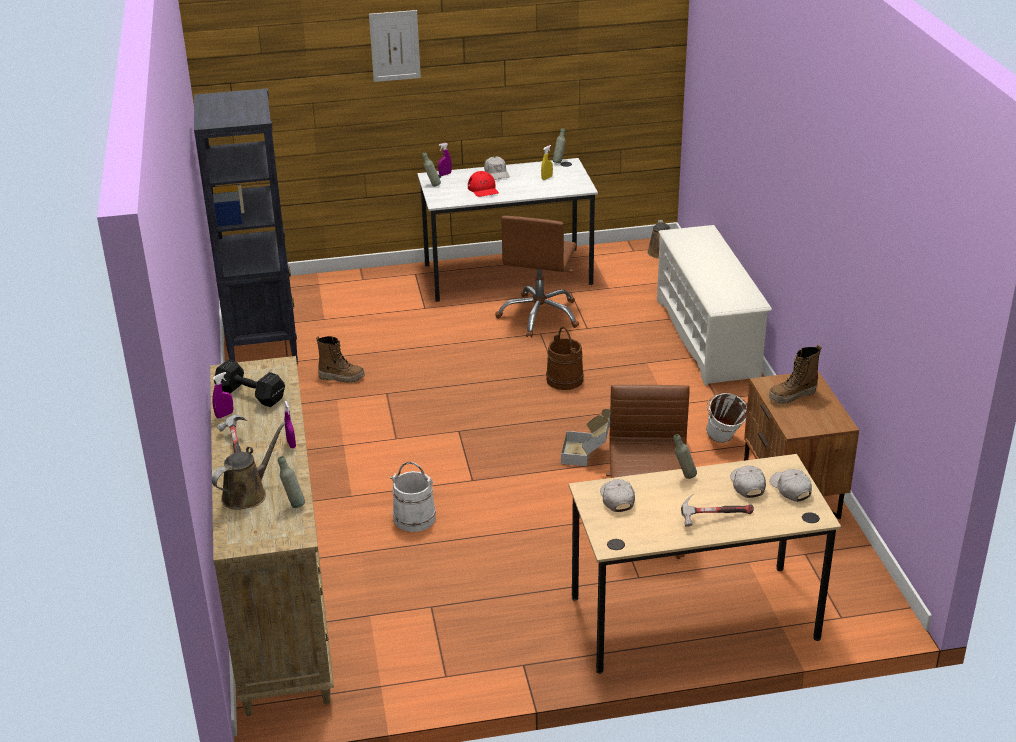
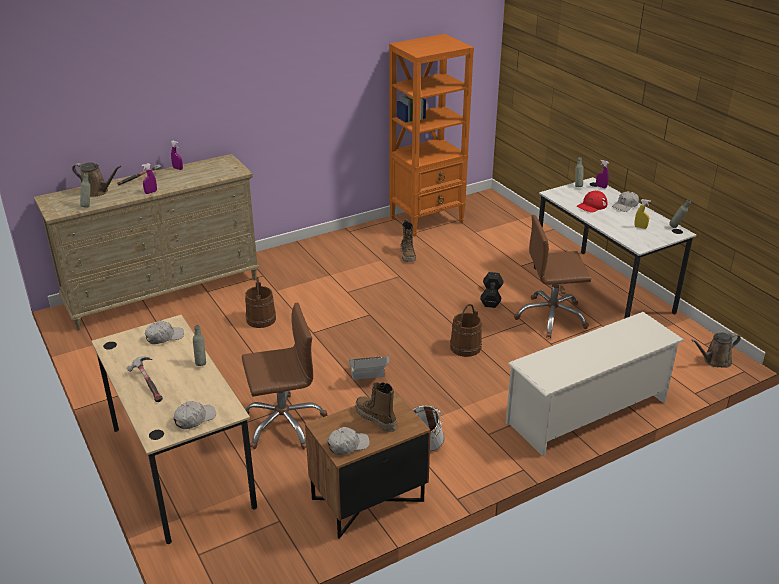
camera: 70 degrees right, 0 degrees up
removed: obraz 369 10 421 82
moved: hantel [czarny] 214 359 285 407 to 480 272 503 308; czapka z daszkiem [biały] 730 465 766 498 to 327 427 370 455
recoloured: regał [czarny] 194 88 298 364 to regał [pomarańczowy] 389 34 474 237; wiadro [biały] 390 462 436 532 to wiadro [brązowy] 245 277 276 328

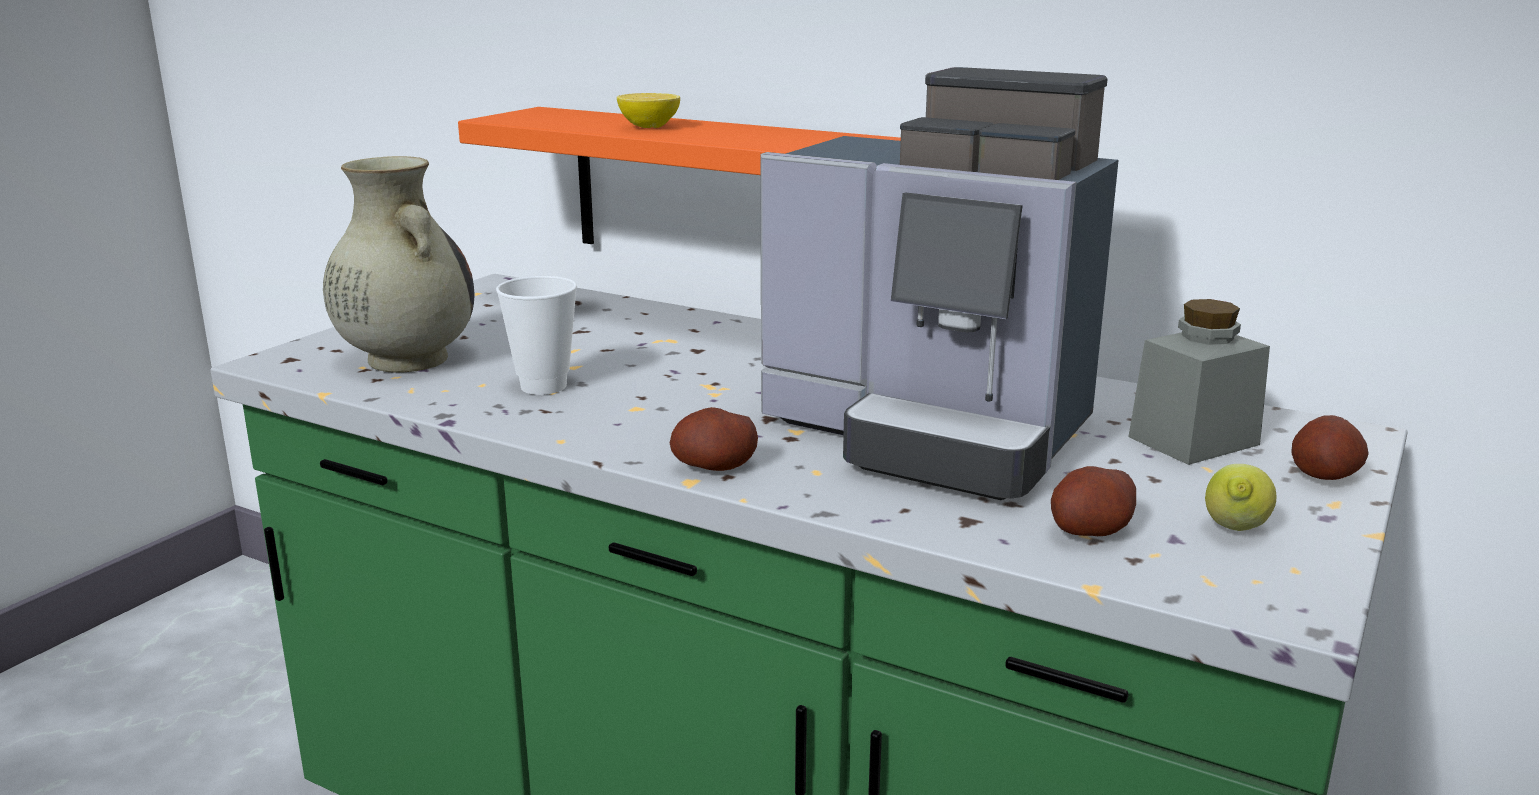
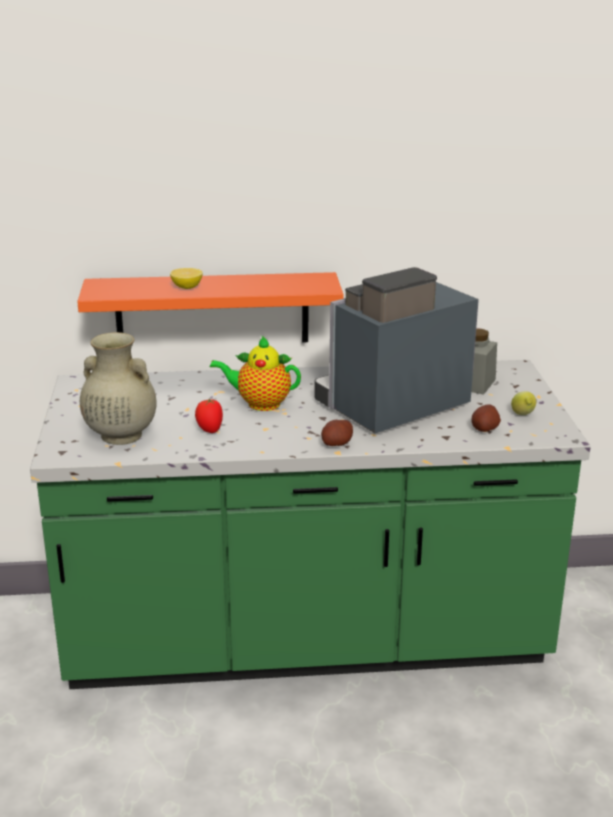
camera: 35 degrees left, 5 degrees up
removed: ziemniak 1291 415 1369 480
added: imbryk 210 335 301 411
replaced: filiżanka 496 276 577 395 to pomidor 195 399 223 433
turned: ekspres do kawy 760 67 1118 500 = 314 267 479 433 150 degrees clockwise

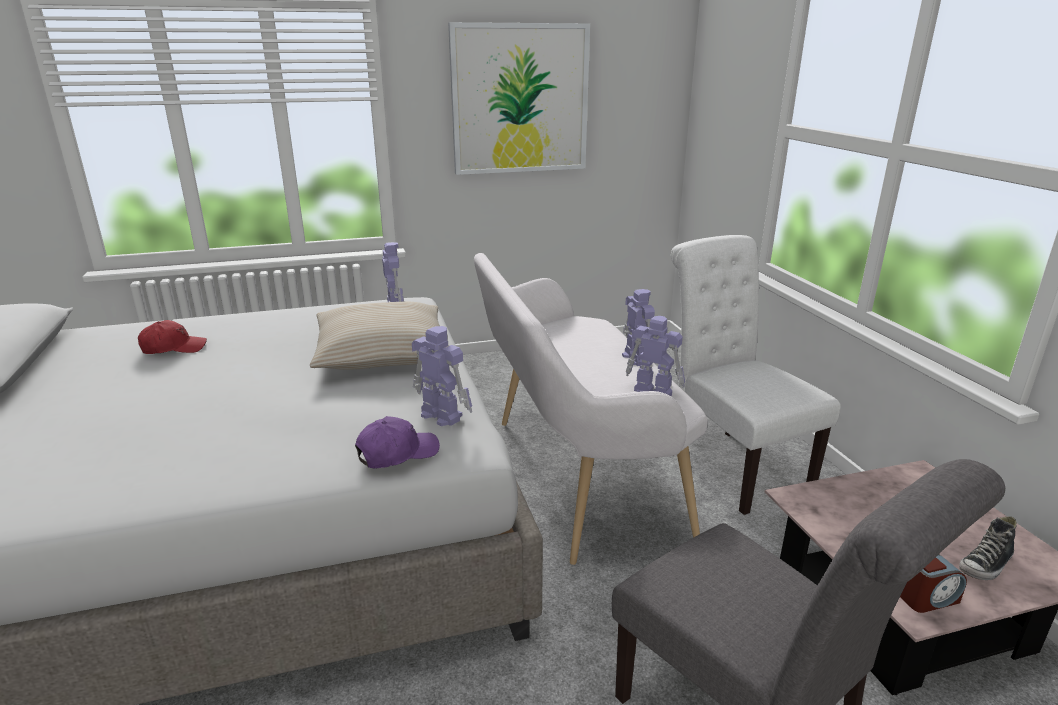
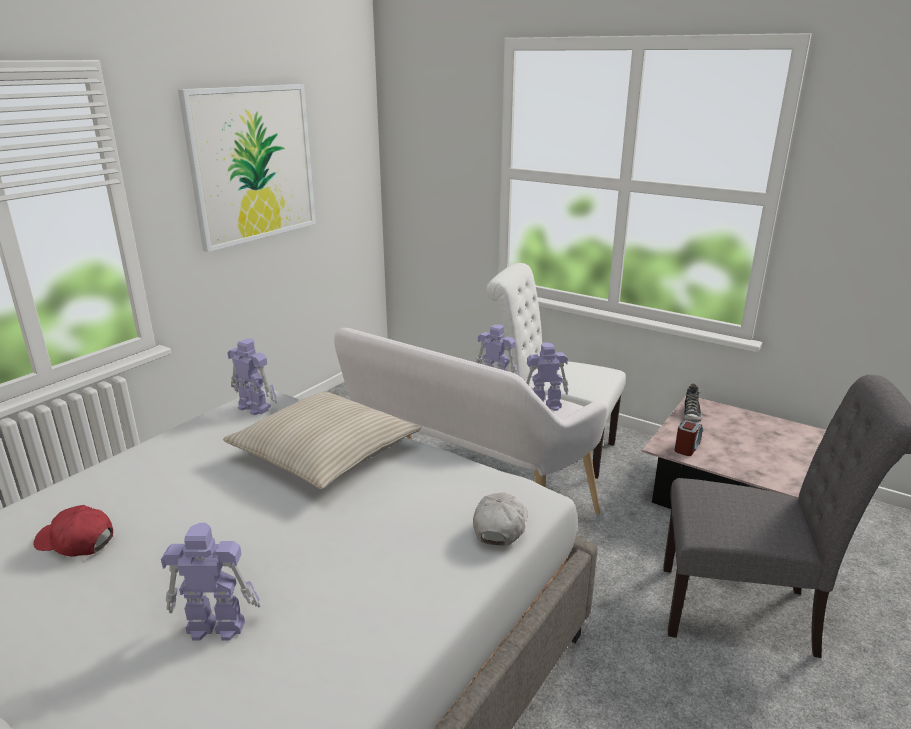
camera: 40 degrees left, 0 degrees up
moved: robot zabawkowy 412 326 472 426 to 161 523 261 640; budzik 900 554 967 613 to 675 420 703 456; but 959 516 1017 580 to 683 383 702 422
recoloured: czapka z daszkiem [fioletowy] 355 416 440 469 to czapka z daszkiem [biały] 473 493 528 545
turned: czapka z daszkiem [czerwony] 138 320 207 354 = 33 505 113 557 105 degrees counterclockwise

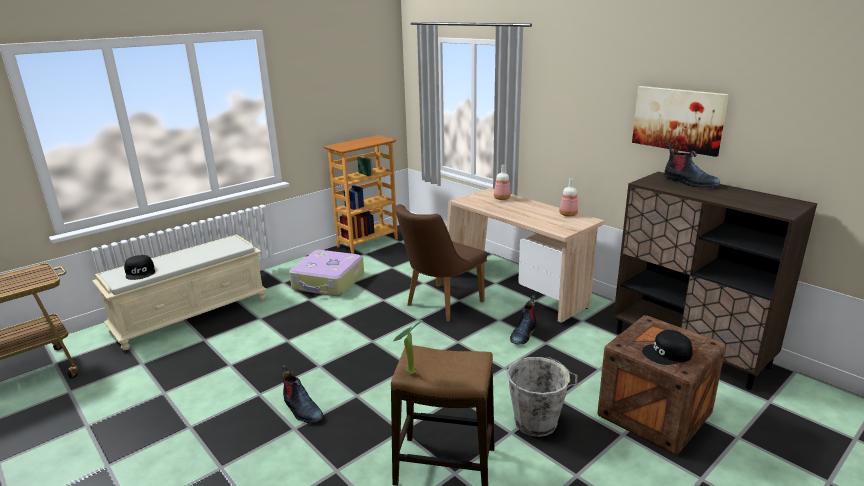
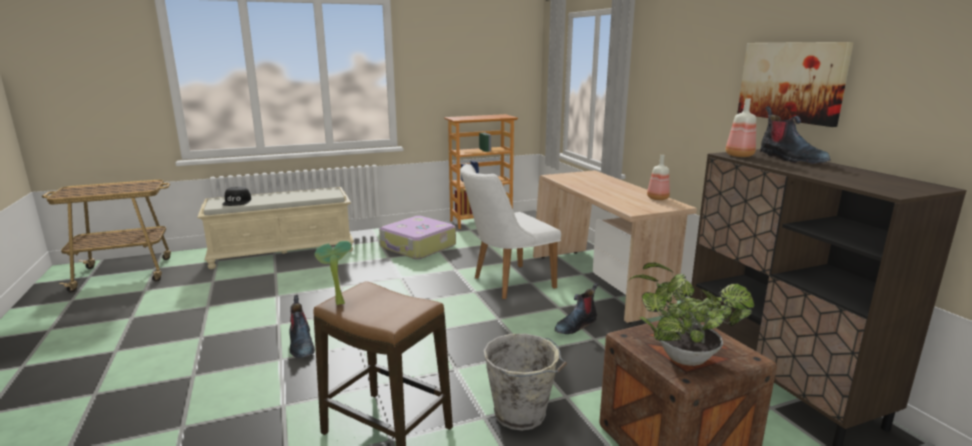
camera: 20 degrees right, 5 degrees down
moved: butelka 494 165 511 200 to 726 98 756 157
replaced: czapka z daszkiem [czarny] 642 330 693 365 to roślina doniczkowa 629 263 755 366
recoloured: krzesło [brązowy] 395 204 487 322 to krzesło [biały] 461 164 561 299

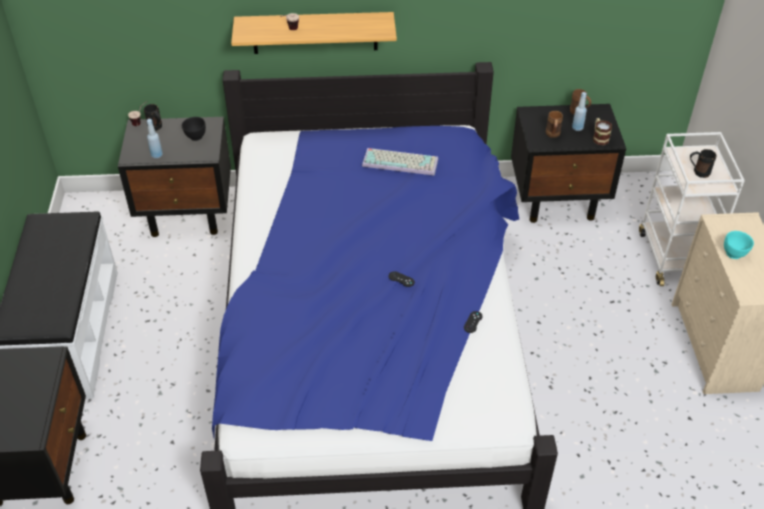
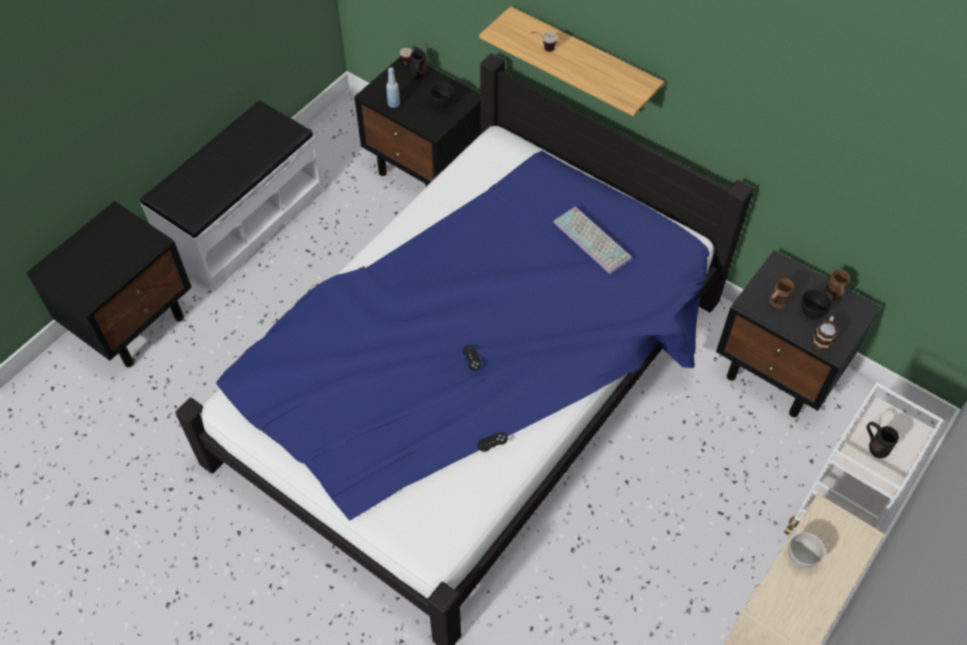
camera: 40 degrees right, 10 degrees up
replaced: butelka [niebieski] 572 92 587 131 to miska [czarny] 801 289 832 319
recoloured: miska [turkusowy] 724 231 754 259 to miska [biały] 788 532 825 568

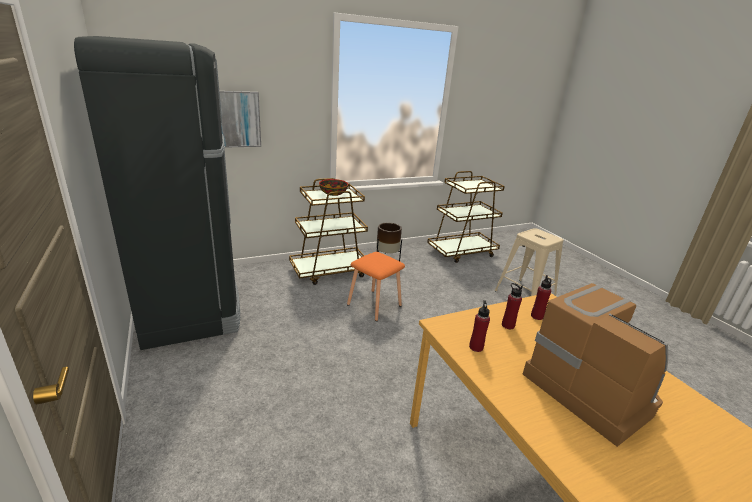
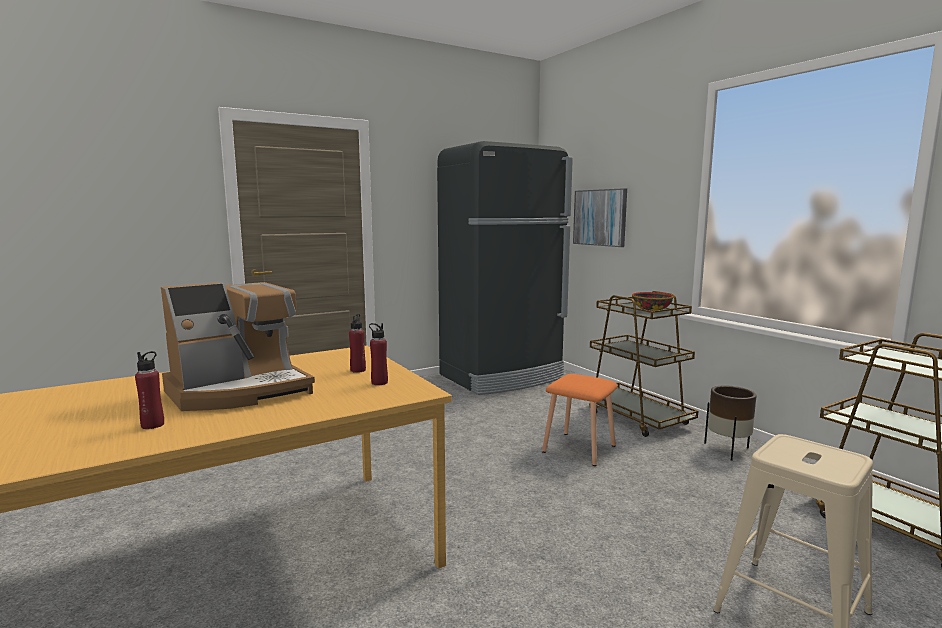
camera: 85 degrees right, 15 degrees down
moved: butelka [czerwony] 469 300 490 352 to 135 351 164 429

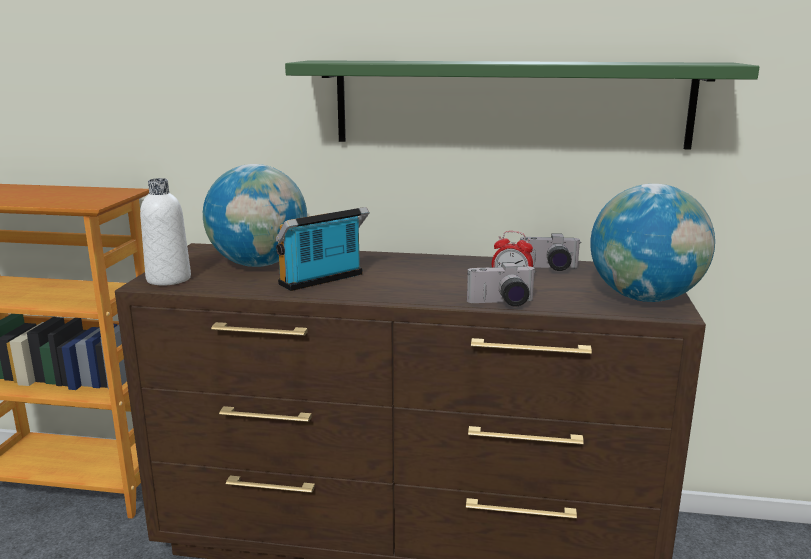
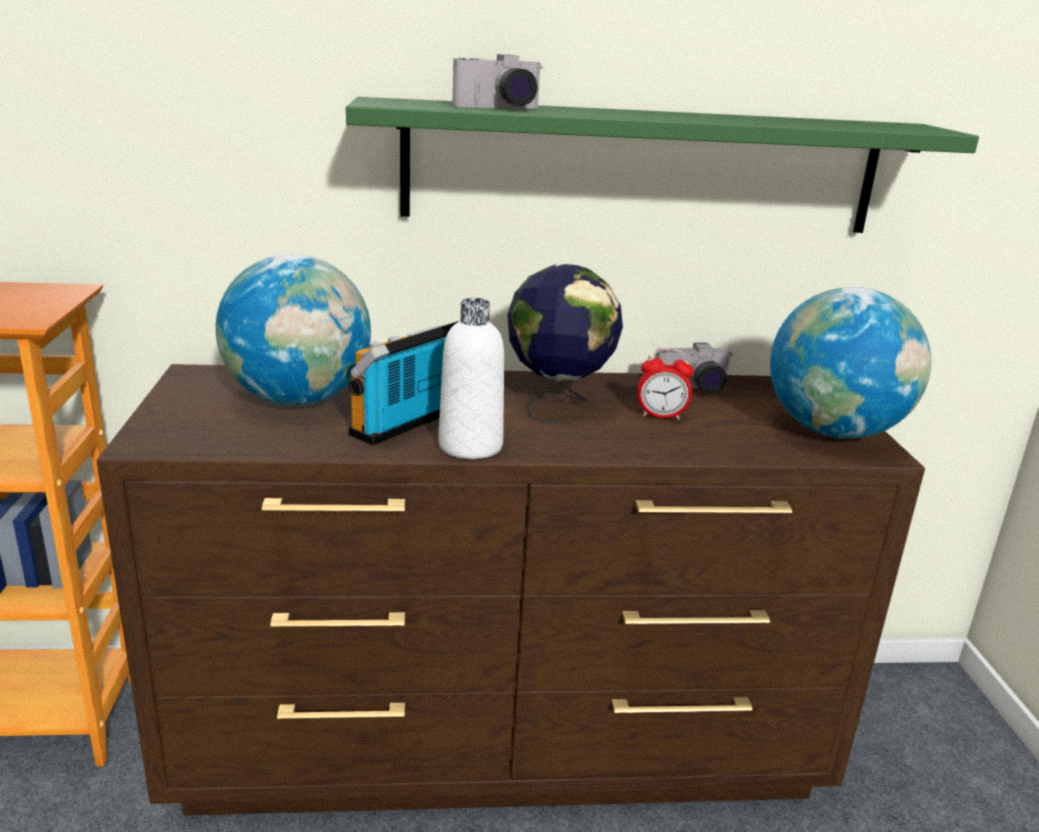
camera: 15 degrees left, 5 degrees up
added: globus 508 264 623 425
moved: butelka [biały] 140 178 191 286 to 438 298 504 459; aparat fotograficzny 467 262 536 307 to 453 54 543 109

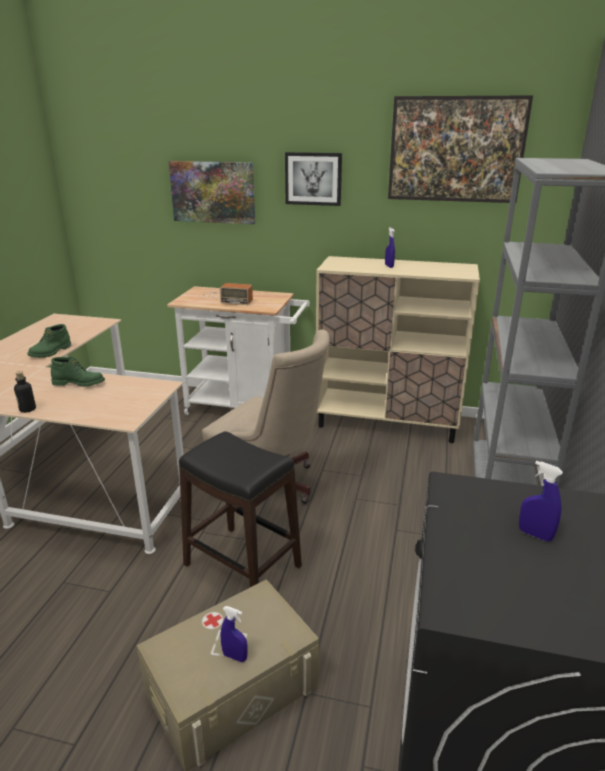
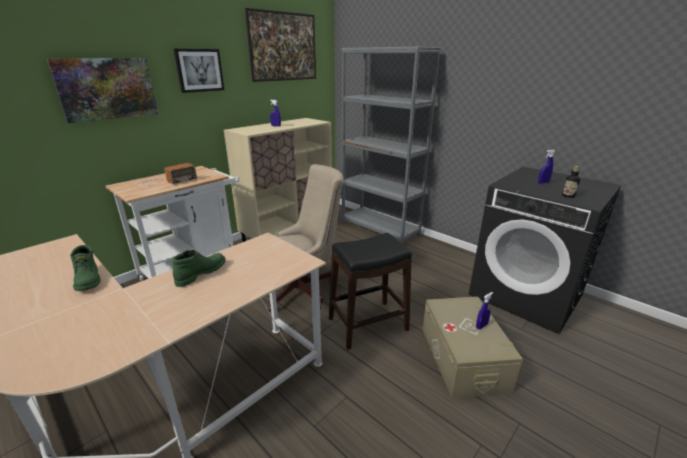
camera: 60 degrees left, 0 degrees up
moved: butelka 14 371 36 413 to 562 166 580 198

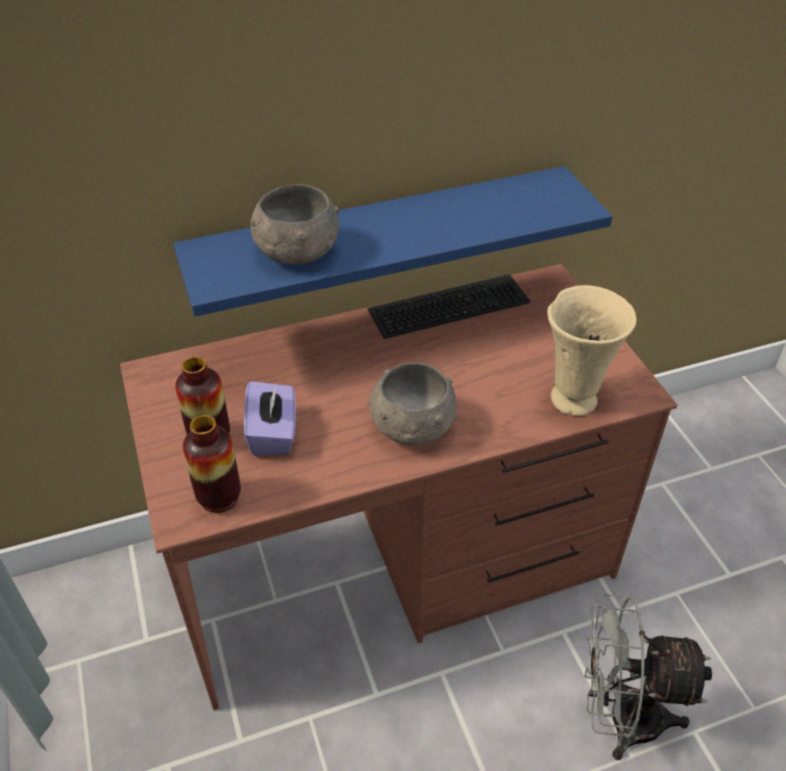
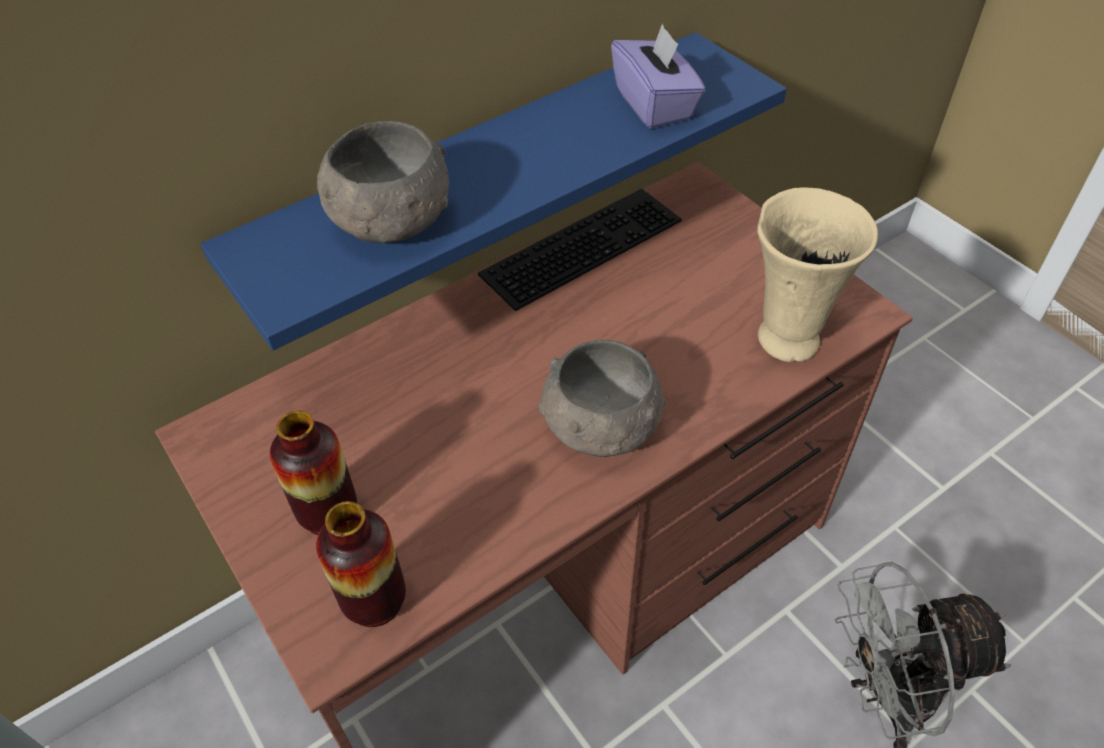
camera: 15 degrees left, 5 degrees up
moved: pudełko chusteczek [fioletowy] 244 381 296 456 to 611 23 705 129

